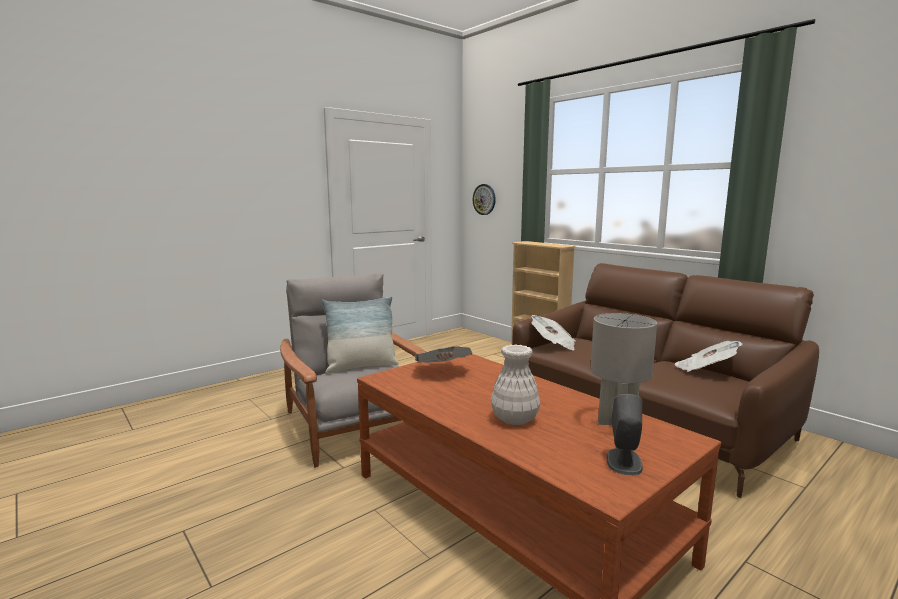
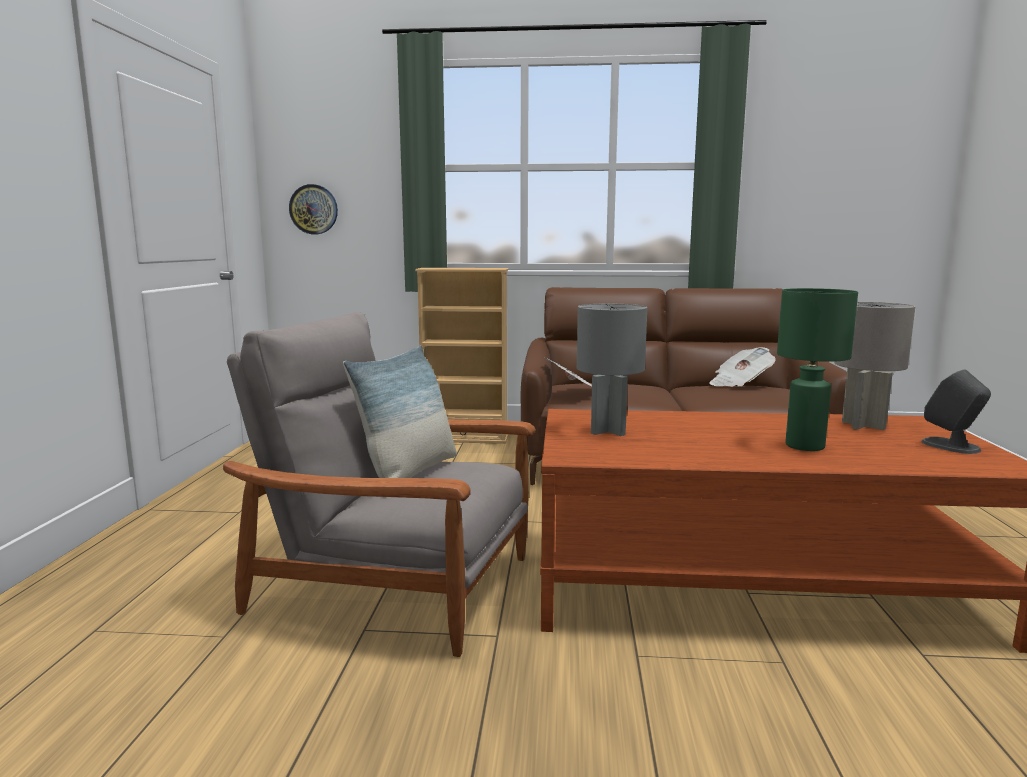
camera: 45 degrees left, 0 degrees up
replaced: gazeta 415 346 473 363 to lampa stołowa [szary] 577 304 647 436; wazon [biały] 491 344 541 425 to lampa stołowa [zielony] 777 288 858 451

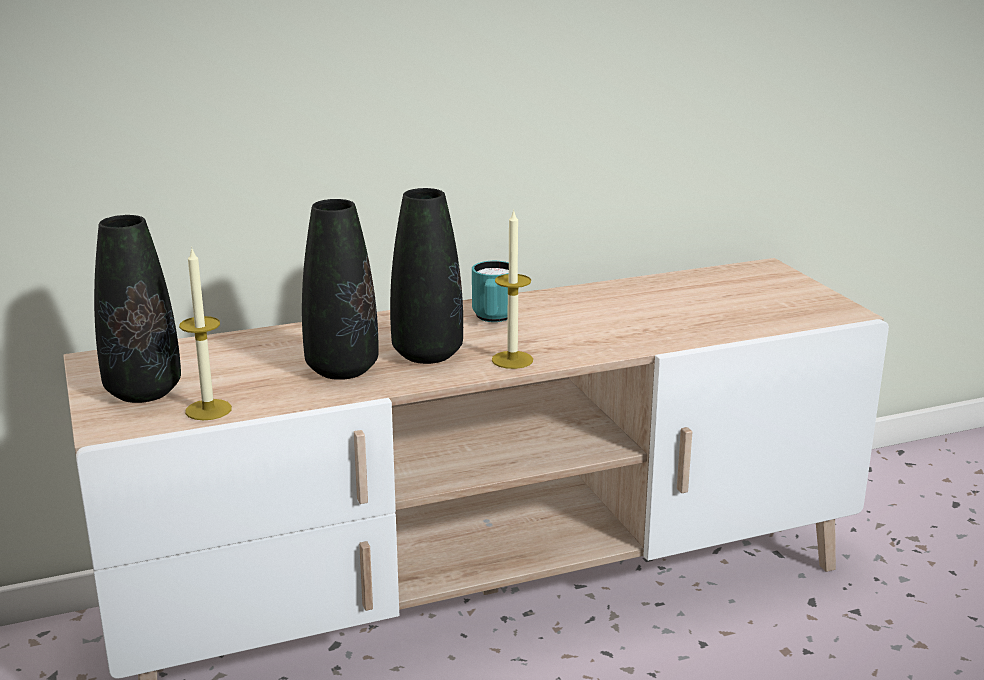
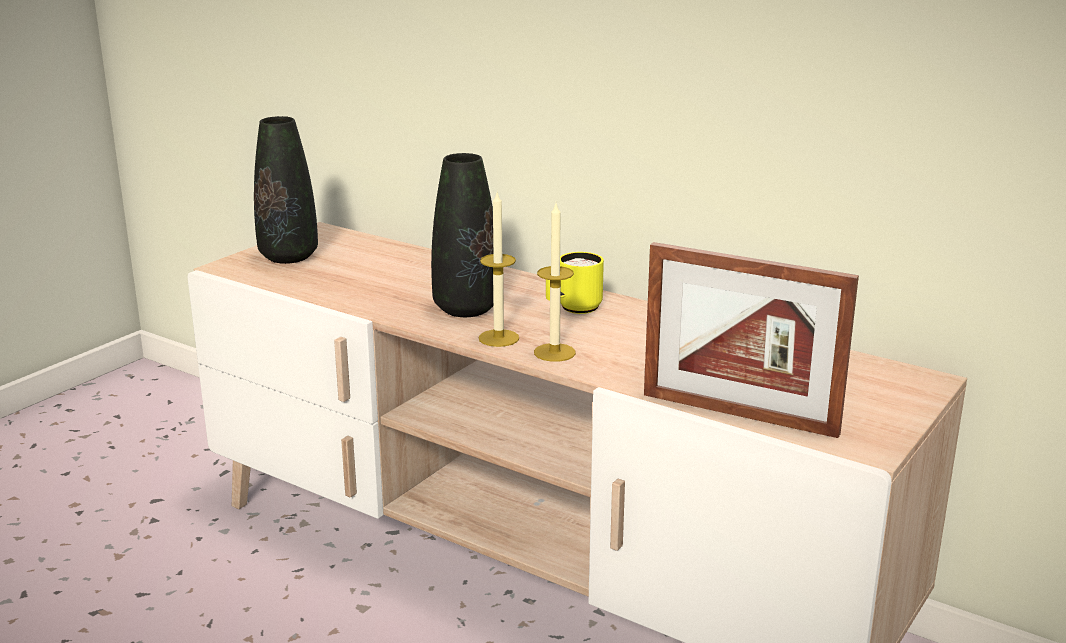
camera: 55 degrees right, 0 degrees up
removed: wazon [czarny] 302 199 379 380
added: ramka na zdjęcie 644 242 859 438
moved: świeca 179 249 232 420 to 534 204 576 362
recoloured: kubek [turkusowy] 472 261 509 322 to kubek [żółty] 546 252 604 314

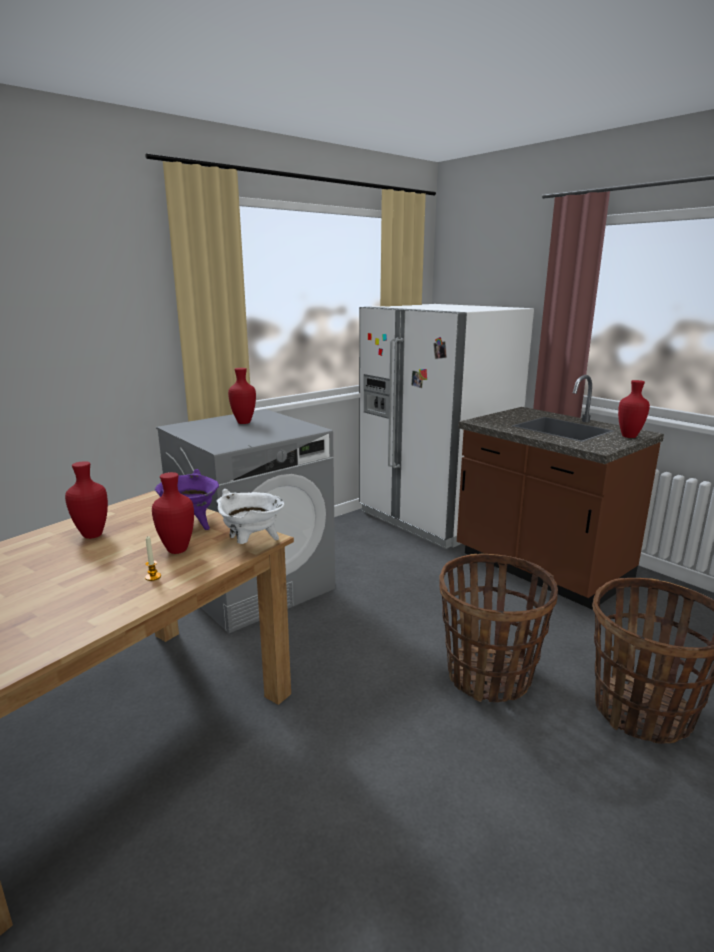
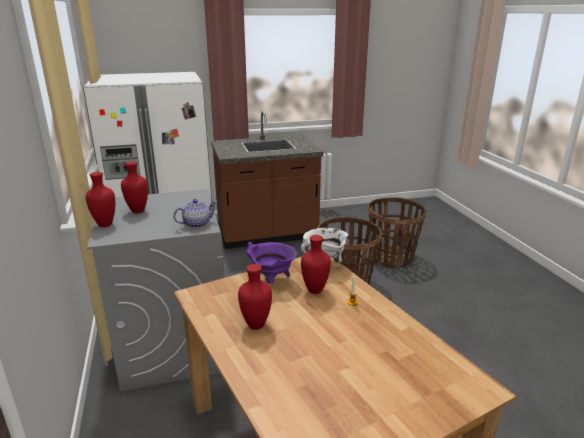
camera: 65 degrees left, 5 degrees up
added: imbryk 173 199 217 228
moved: wazon [czerwony] 618 380 650 438 to 85 172 115 227

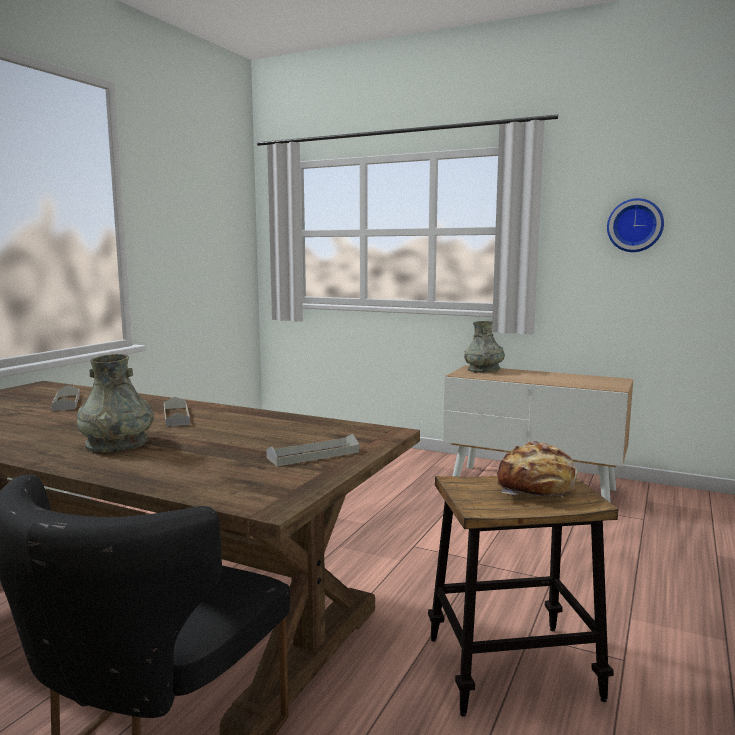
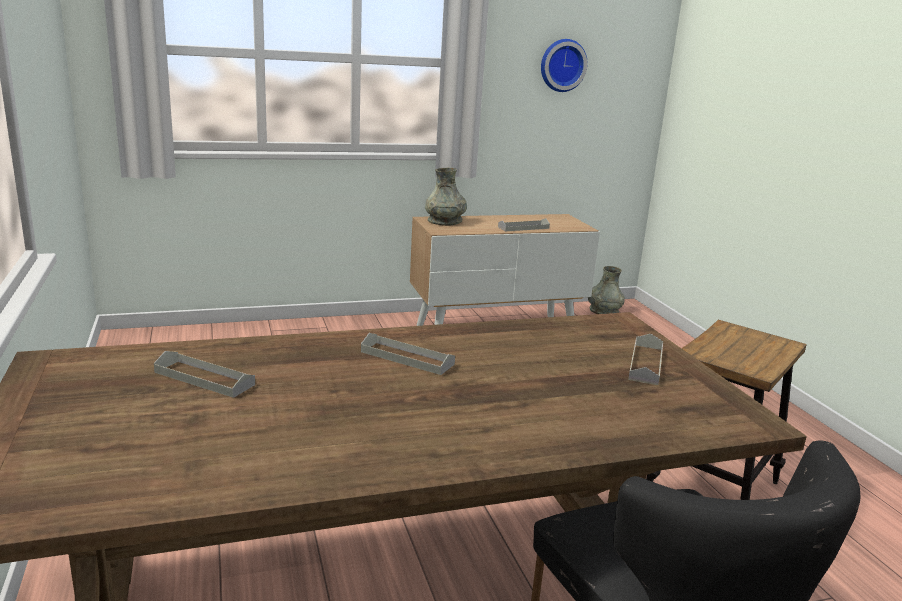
camera: 45 degrees left, 10 degrees up
removed: chleb 497 441 578 498
added: taca [szary] 498 218 550 232
moved: wazon [szary] 77 354 154 453 to 588 266 625 314

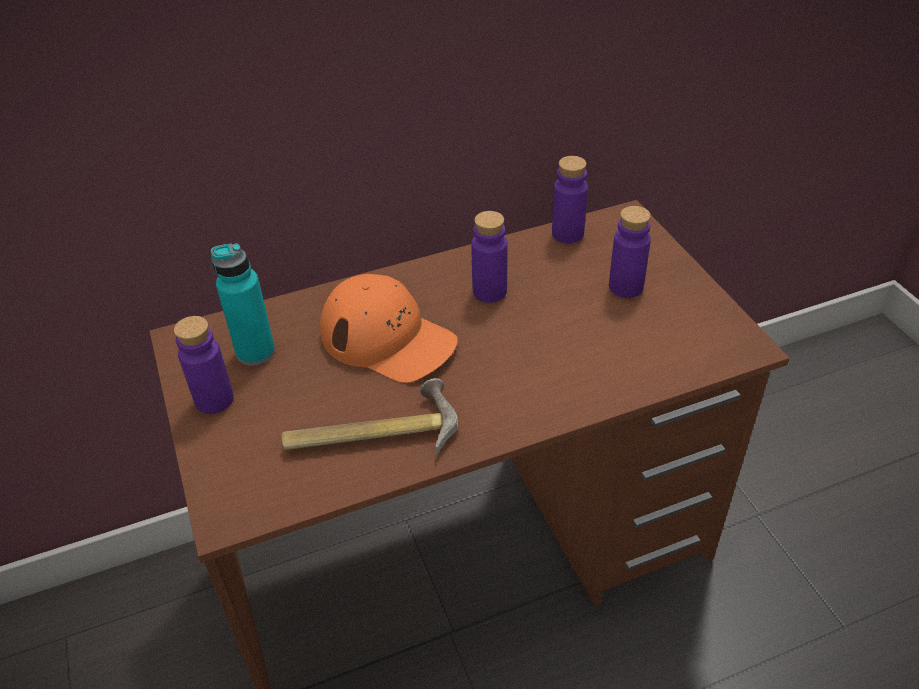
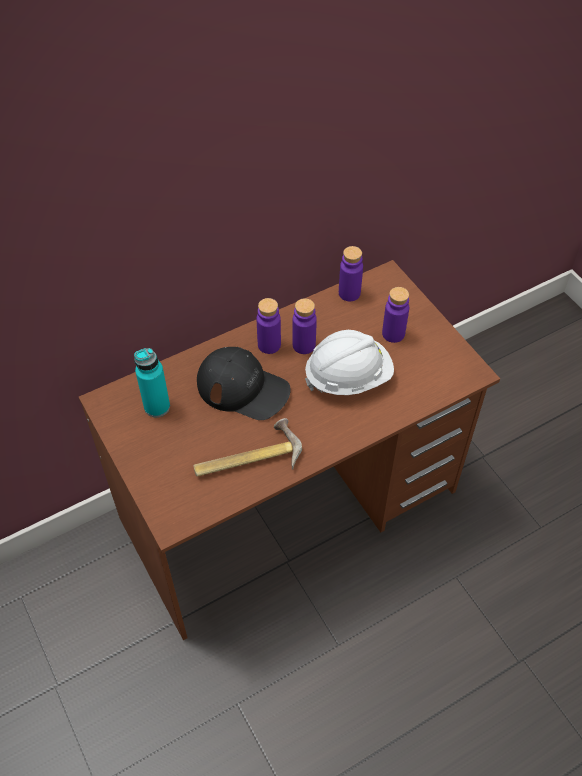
camera: 10 degrees left, 10 degrees up
added: kask [biały] 305 330 394 395
moved: butelka [fioletowy] 174 316 234 414 to 257 298 281 354
recoloured: czapka z daszkiem [pomarańczowy] 320 273 457 383 to czapka z daszkiem [czarny] 197 347 291 420

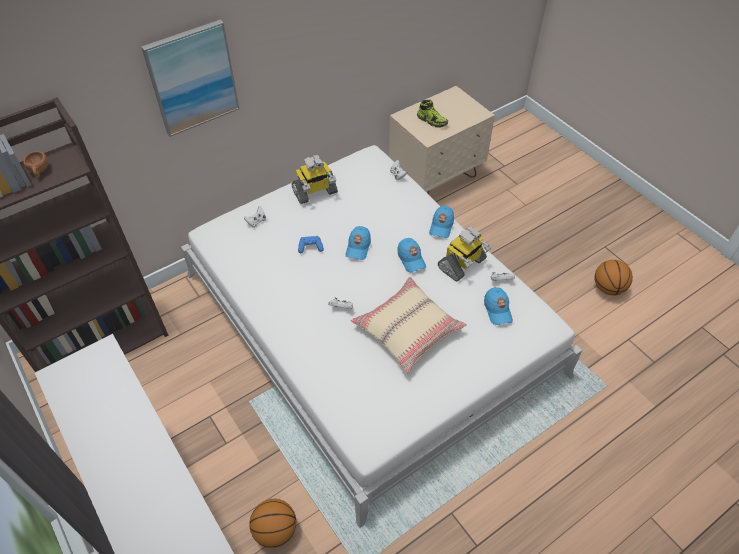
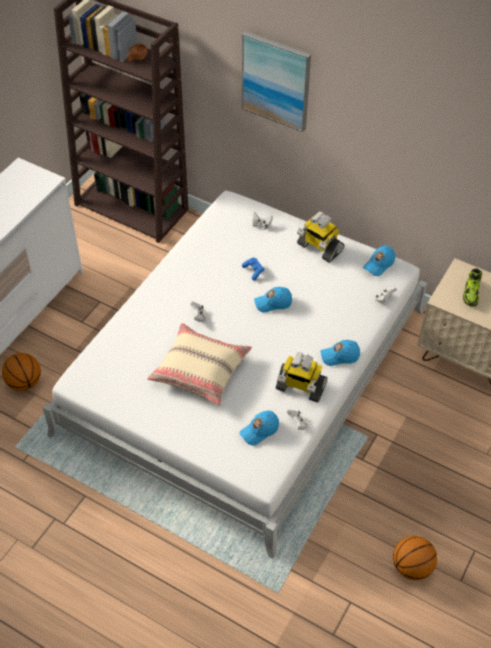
camera: 65 degrees right, 0 degrees up
moved: czapka z daszkiem [niebieski] 397 238 426 272 to 363 246 395 276

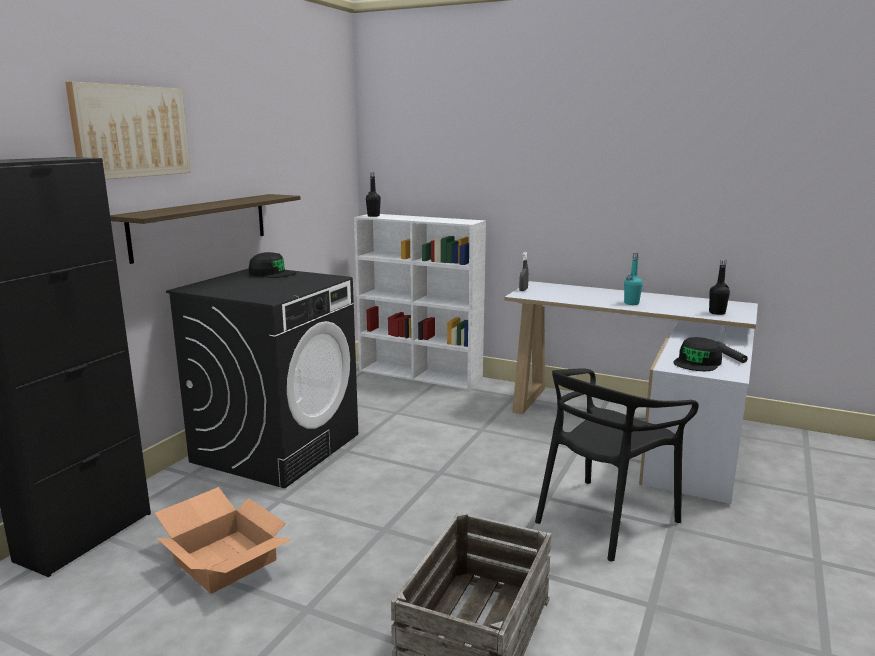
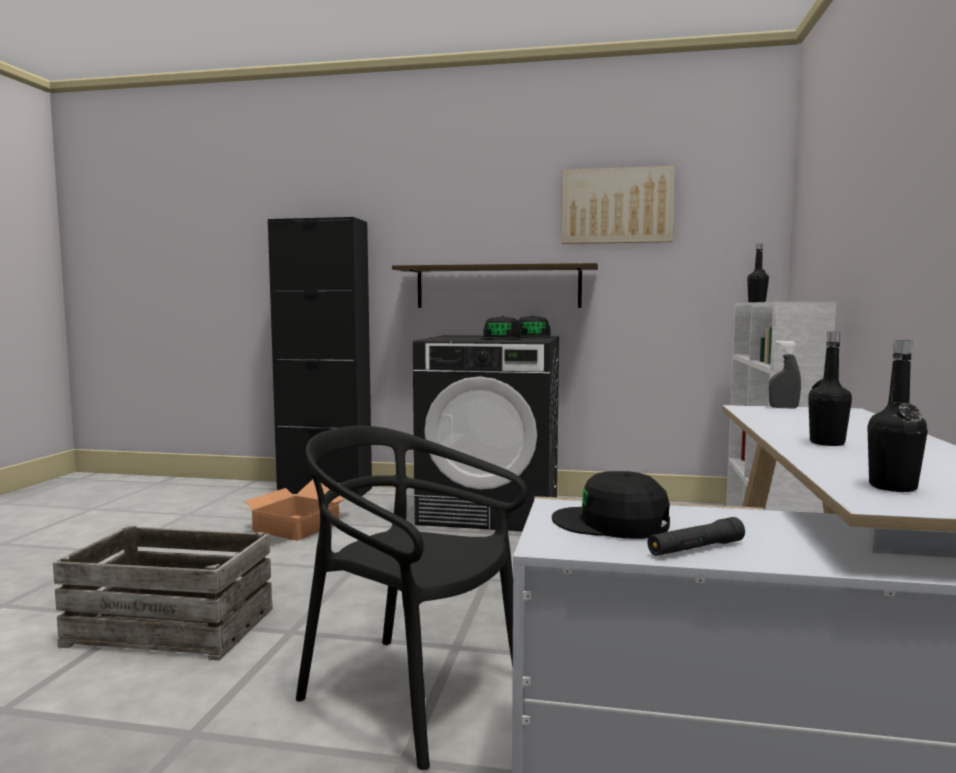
camera: 75 degrees right, 10 degrees down
added: czapka z daszkiem [czarny] 480 316 522 340
moved: obraz 65 81 191 179 to 562 166 675 244
recoloured: butelka [turkusowy] 624 252 643 305 to butelka [czarny] 808 332 852 446

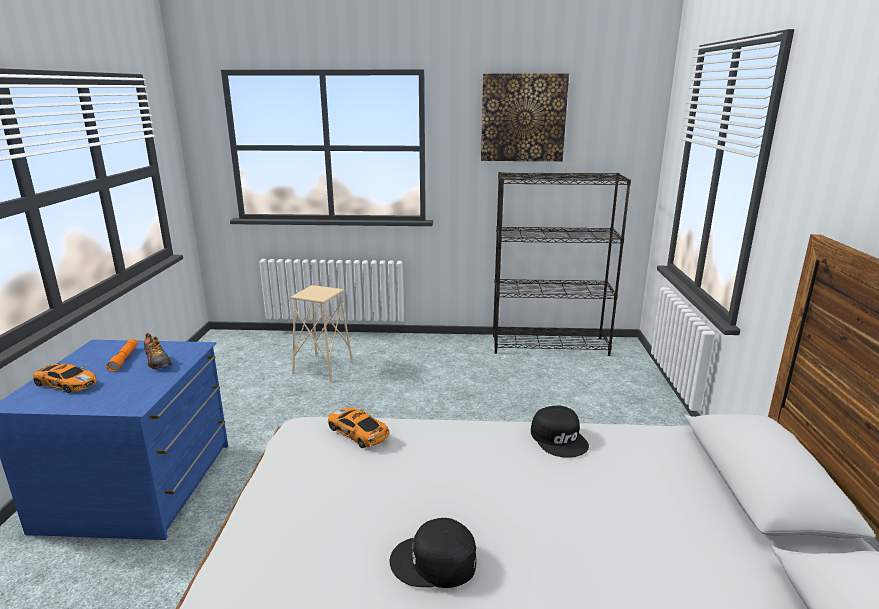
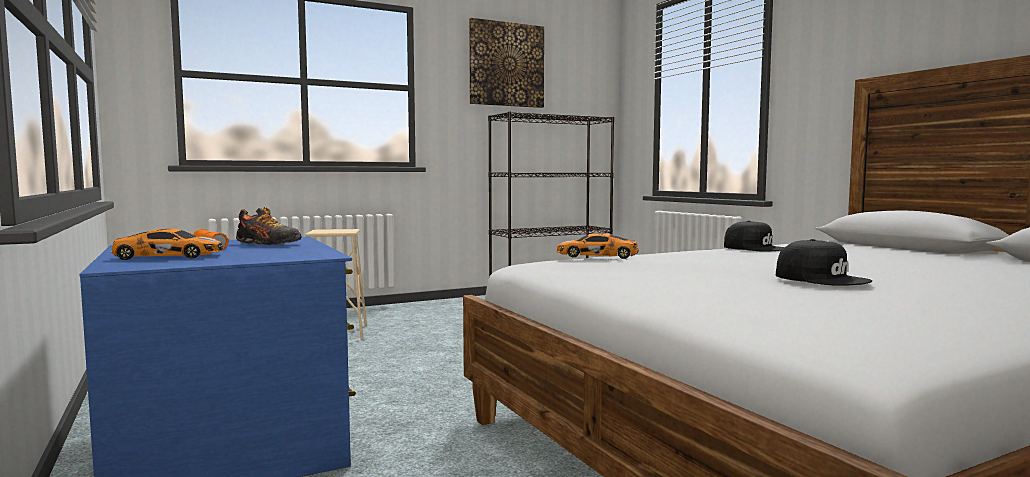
camera: 30 degrees left, 15 degrees down
turned: czapka z daszkiem [czarny] 390 518 476 588 = 776 239 872 286 105 degrees counterclockwise

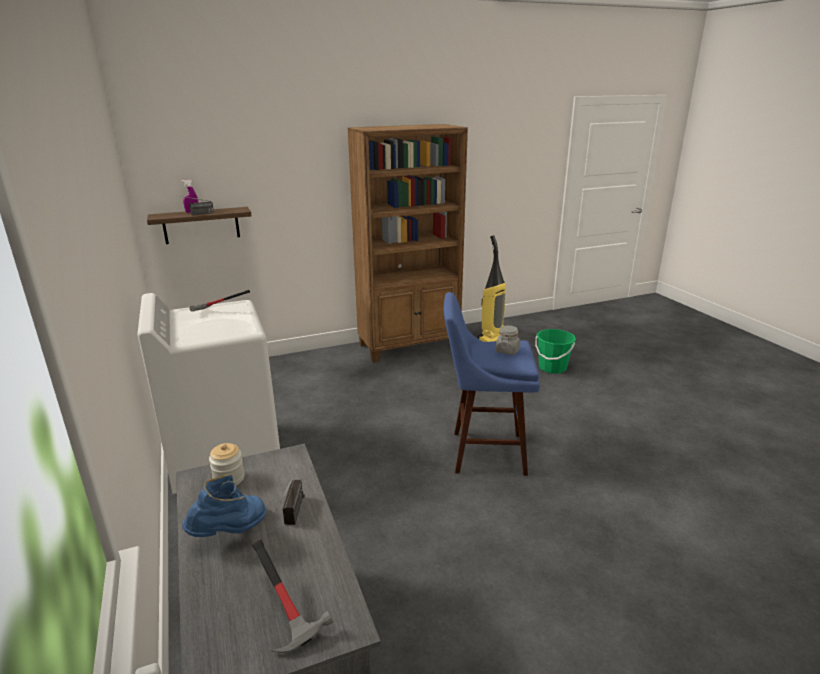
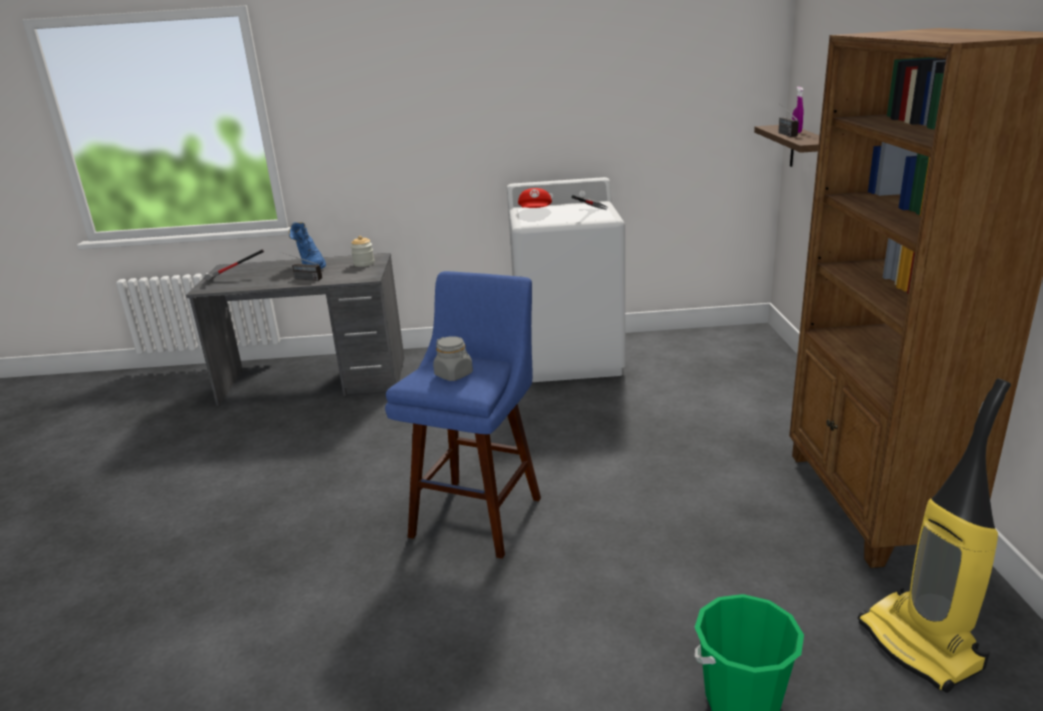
camera: 110 degrees right, 0 degrees up
added: czapka z daszkiem [czerwony] 518 188 552 208

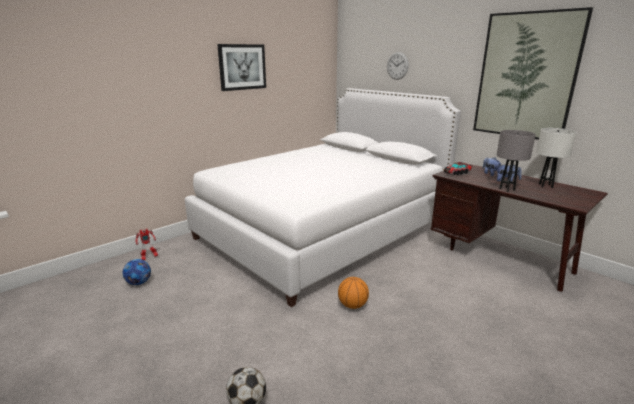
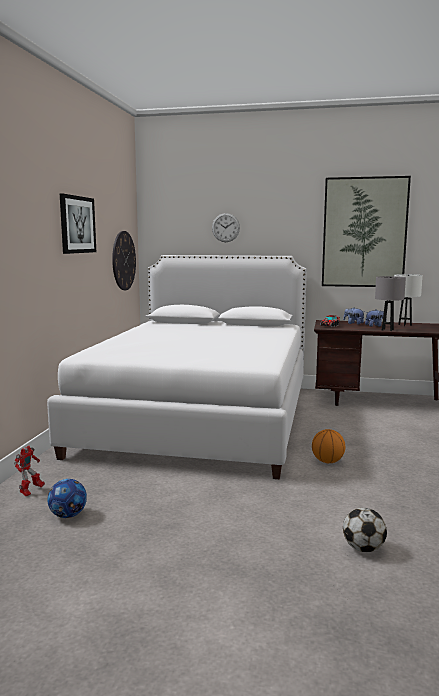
camera: 35 degrees left, 10 degrees down
added: zegar ścienny 112 231 136 290

